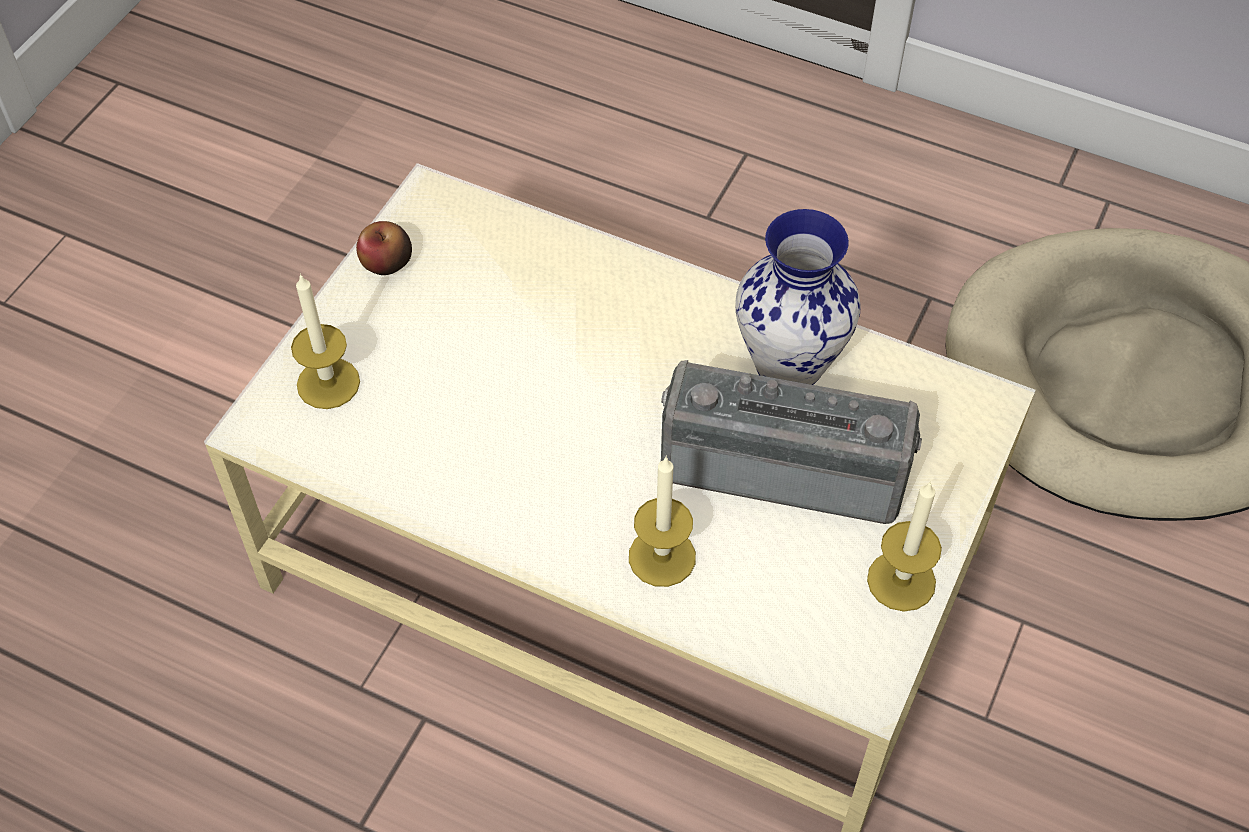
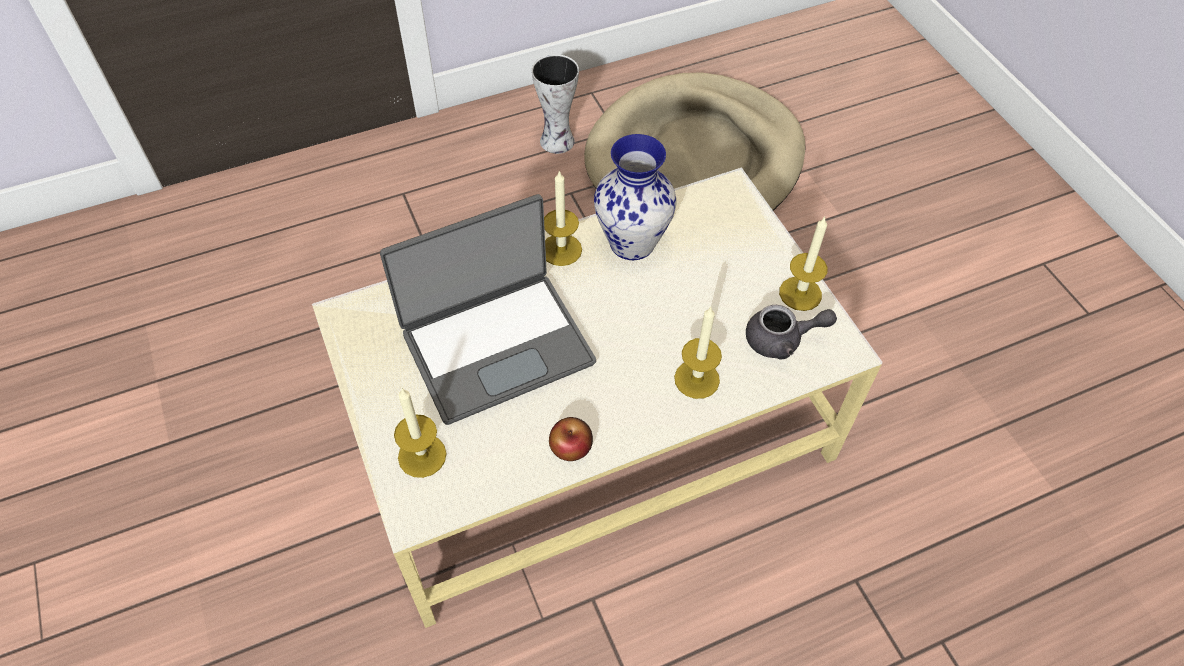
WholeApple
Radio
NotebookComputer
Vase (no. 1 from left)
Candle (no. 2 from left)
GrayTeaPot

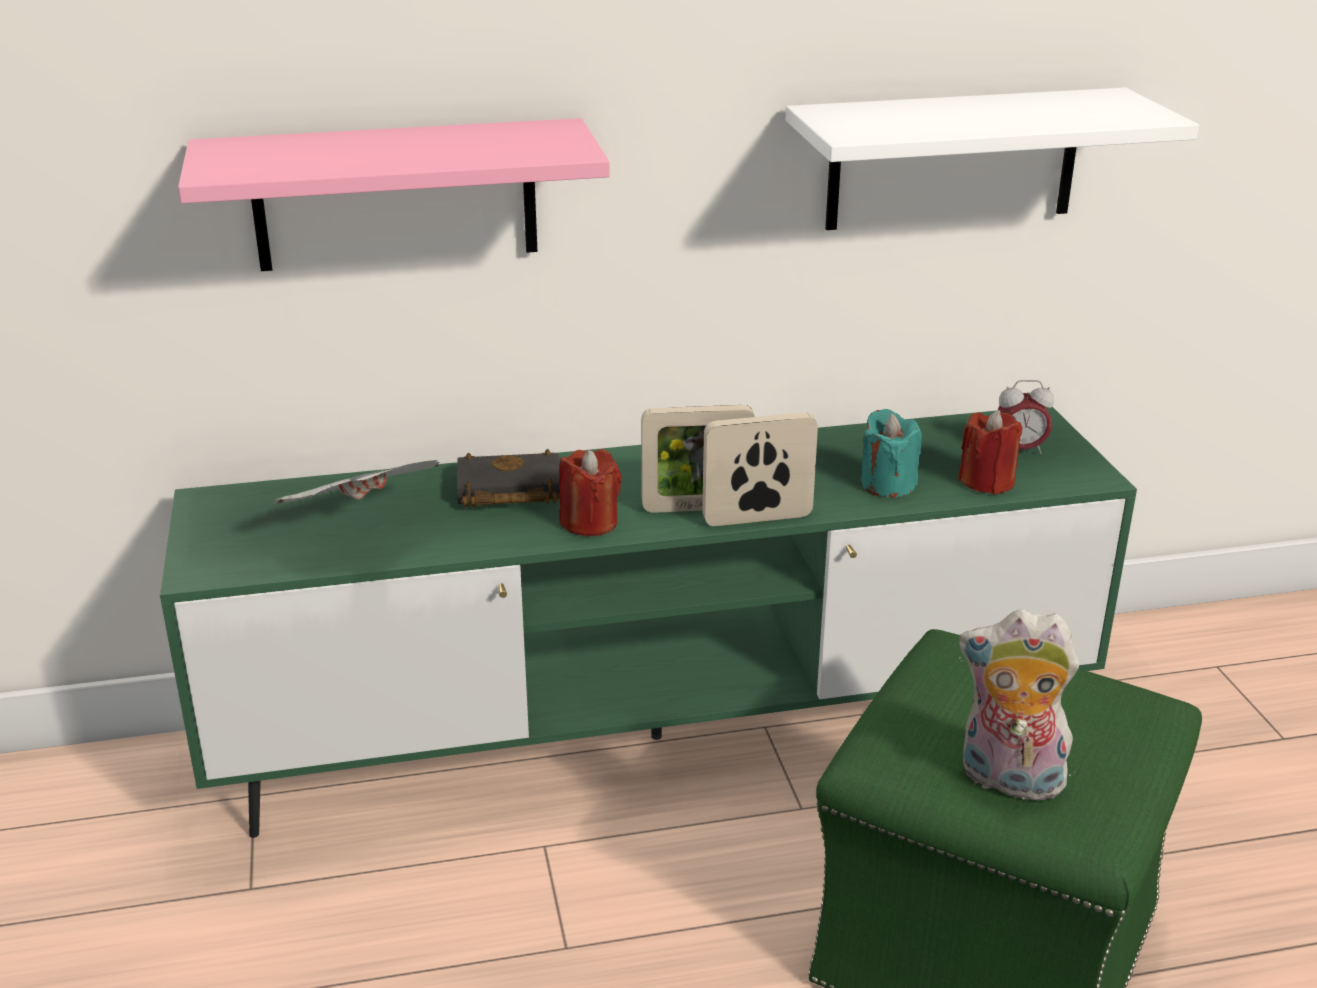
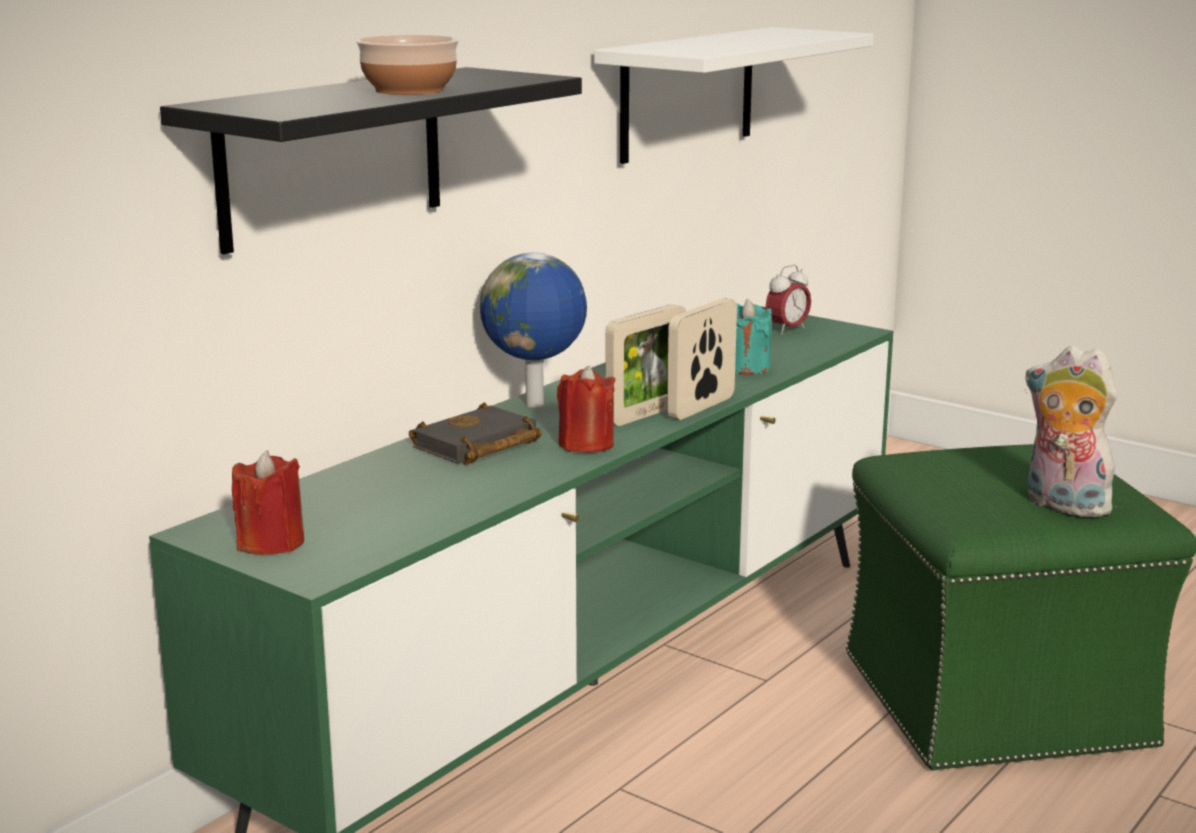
BlackishShelf
Newspaper
ReddishCandle (no. 1 from left)
PlushToy
Bowl
Globe

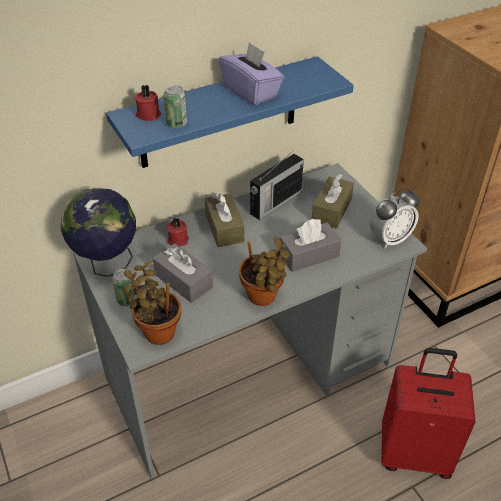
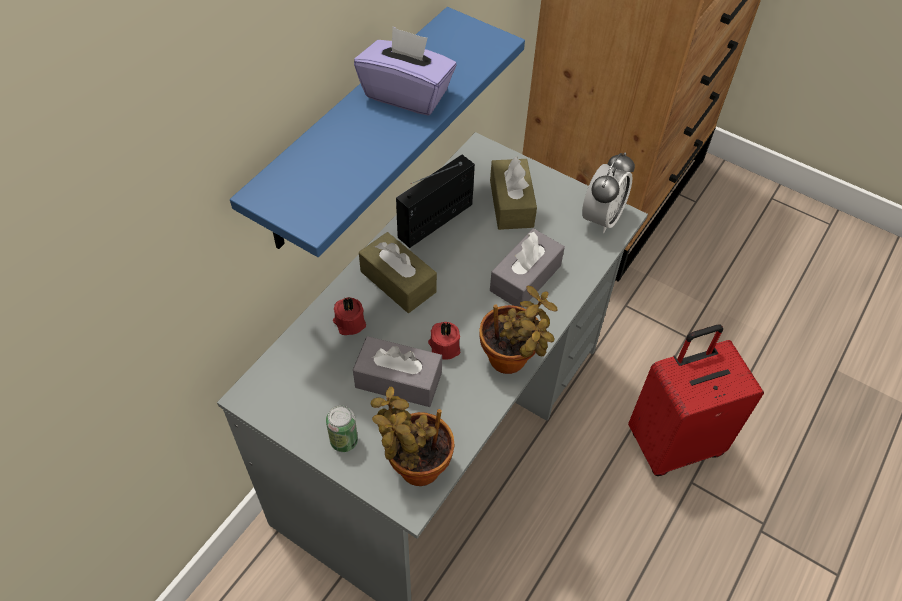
Globe
ReddishCandle (no. 2 from left)
MetalCan (no. 2 from left in the first image)
Radio

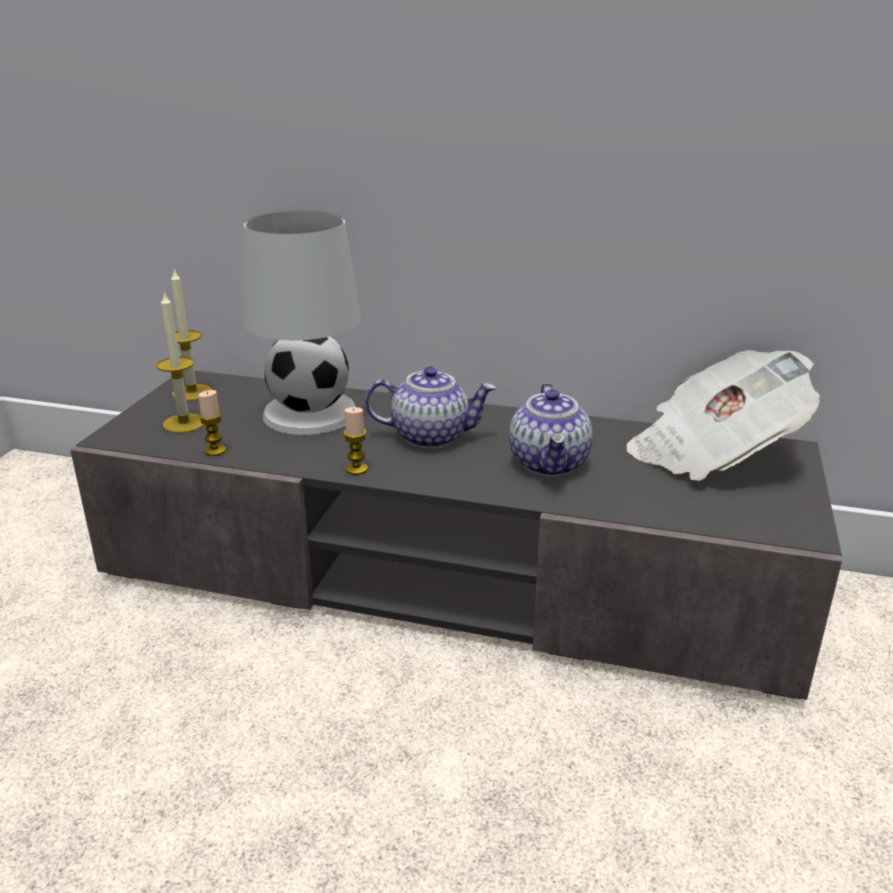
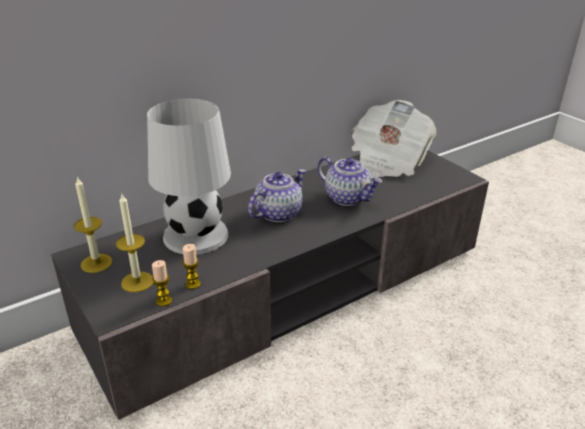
Candle (no. 3 from left)

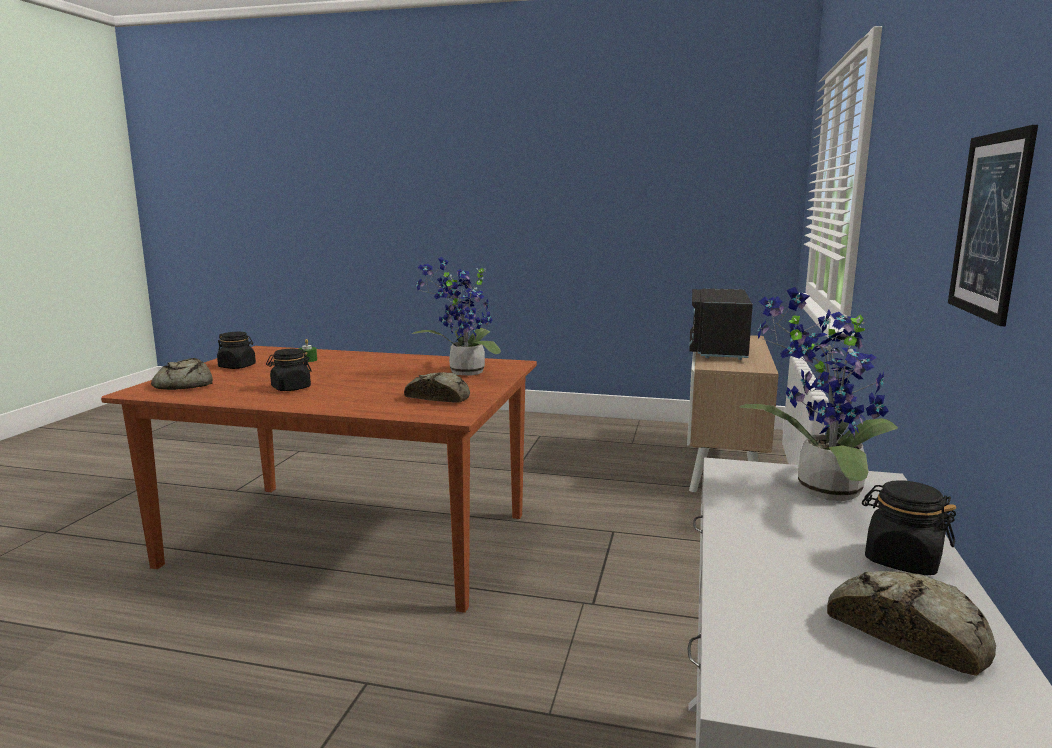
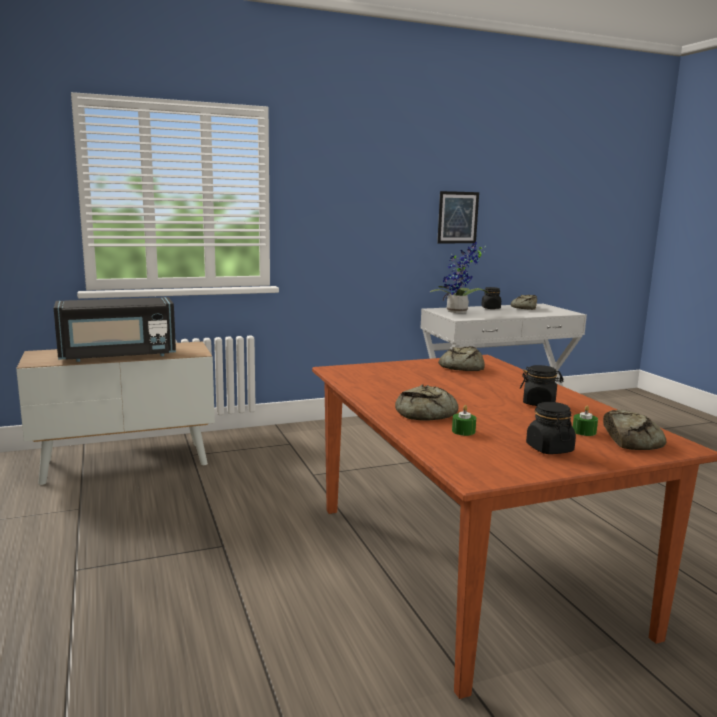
PottedPlant (no. 1 from left in the first image)
BakedBread (no. 1 from left)
GreenishCandle (no. 2 from left)

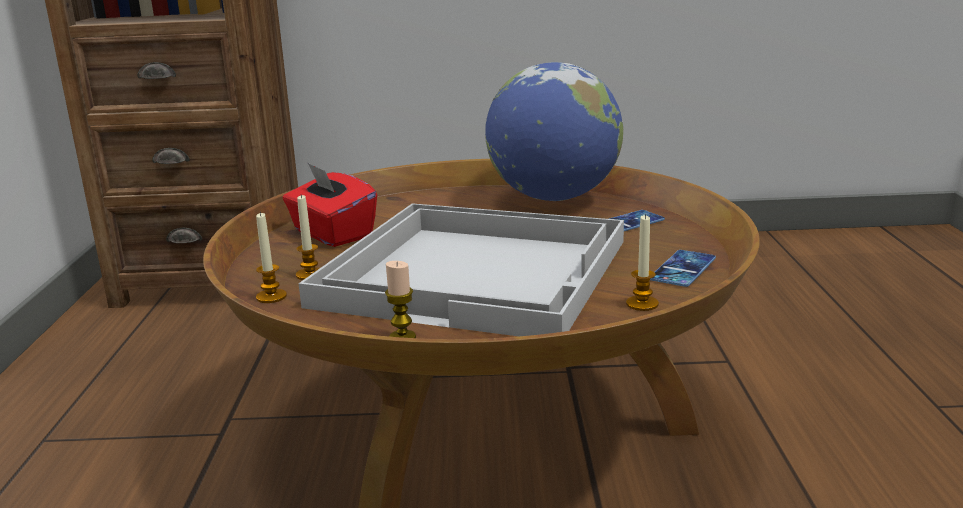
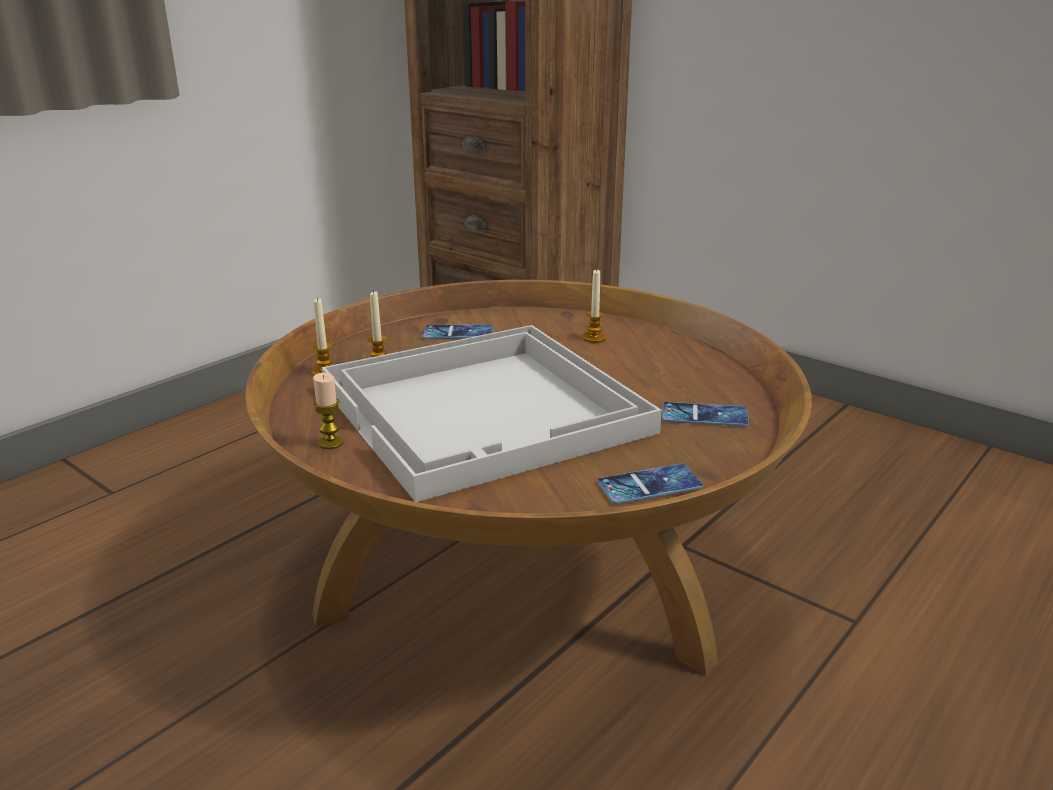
Telephone (no. 1 from left)
Globe
Candle (no. 4 from left)

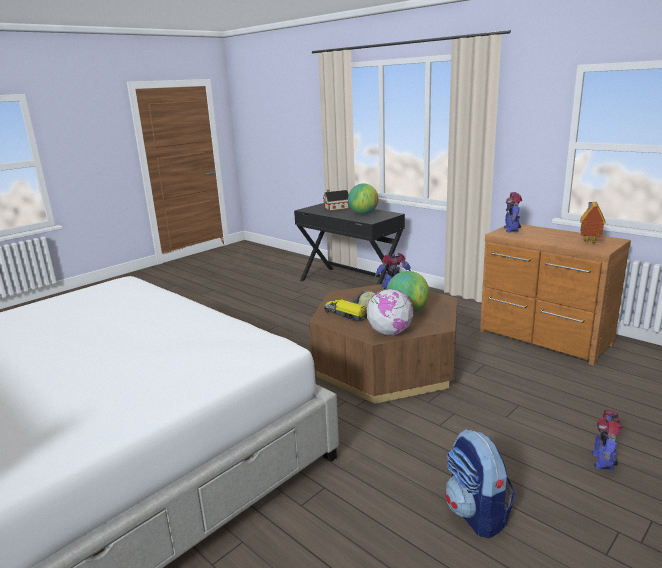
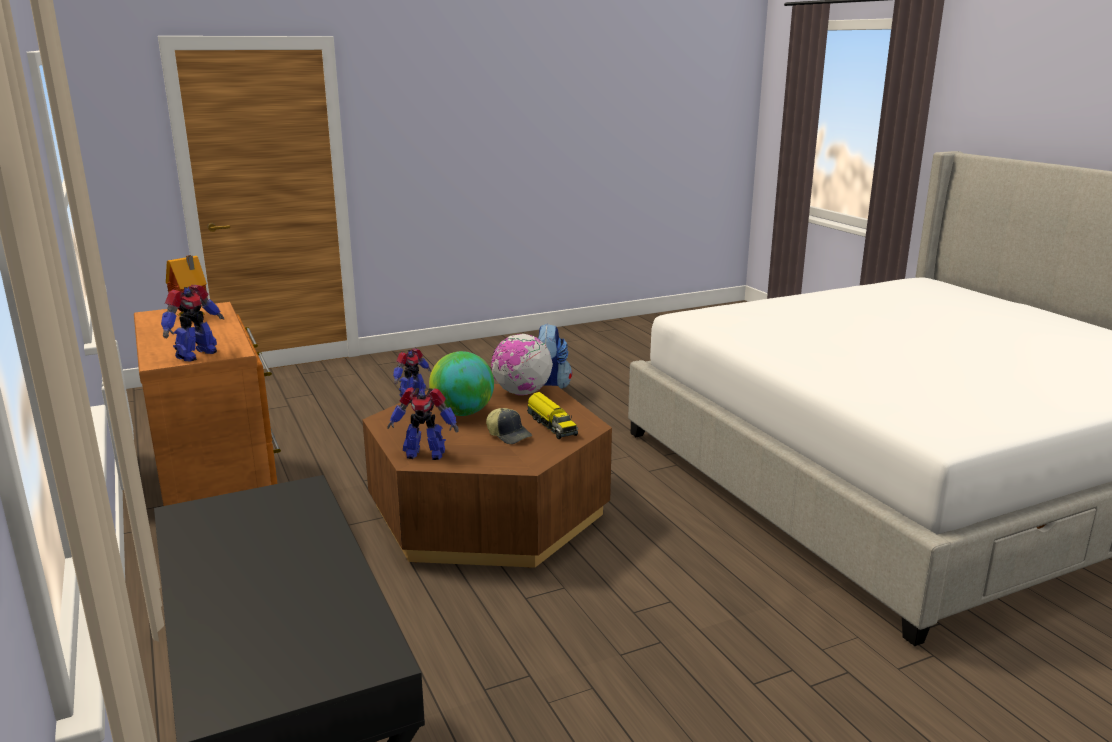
ModelHouse (no. 1 from left in the first image)
Globe (no. 1 from left in the first image)

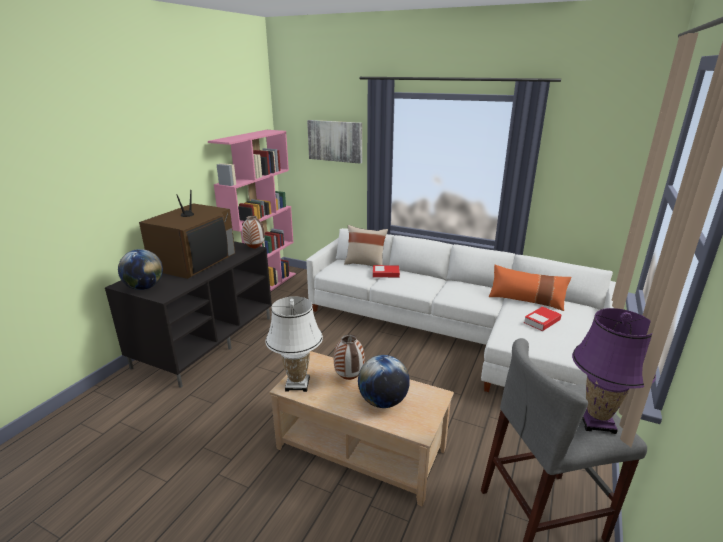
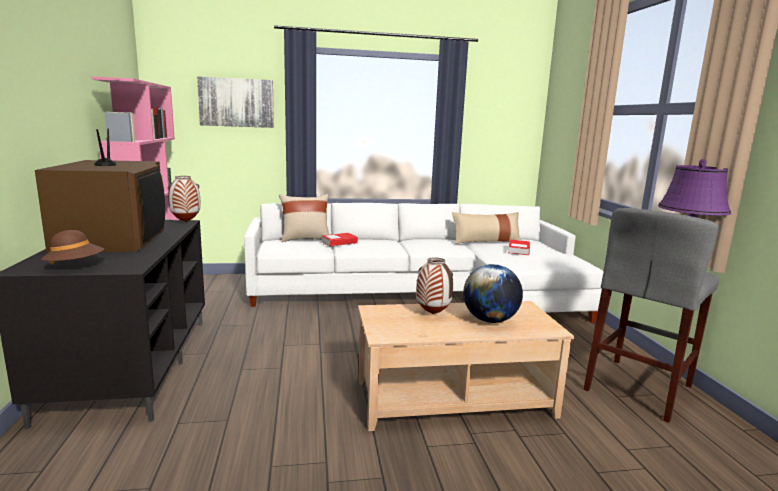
BrownWearableHat
WhitishLampForATable
BeigeThrowPillow (no. 2 from left)

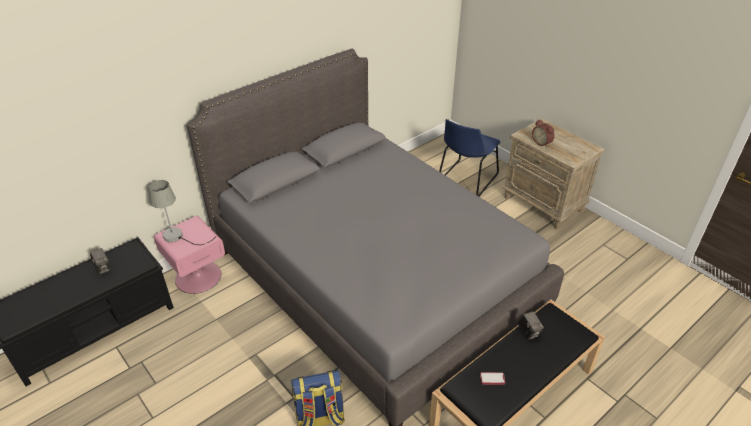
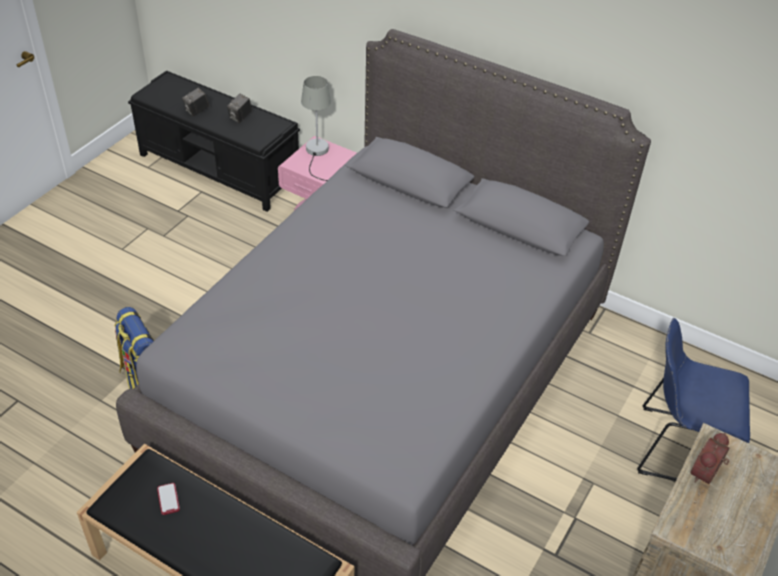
PhotoCamera (no. 1 from left)

